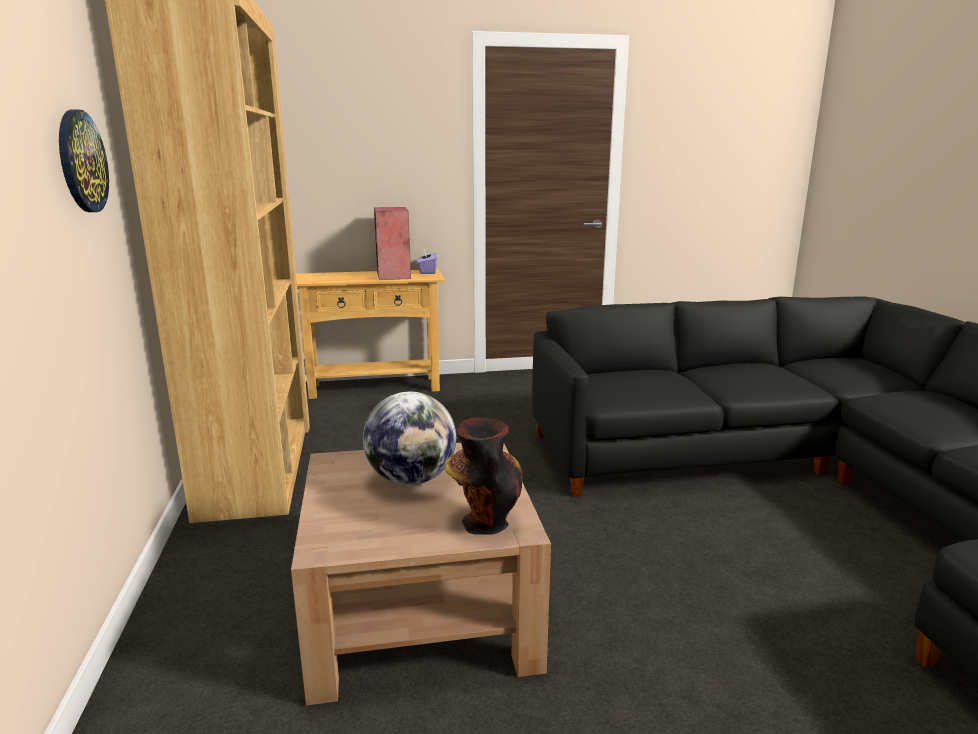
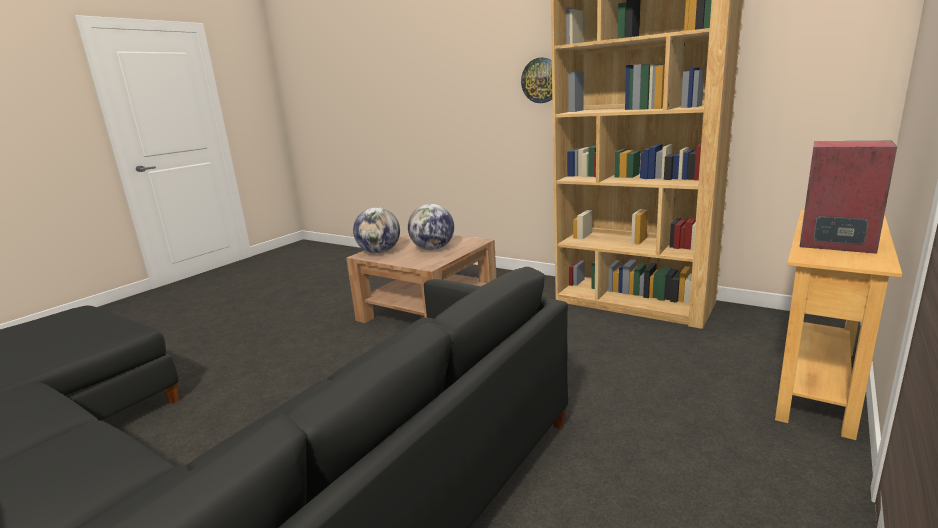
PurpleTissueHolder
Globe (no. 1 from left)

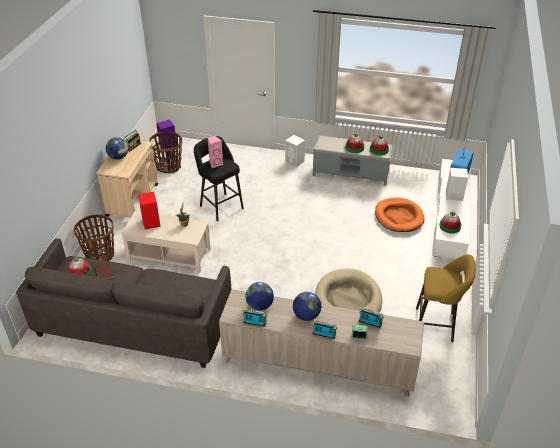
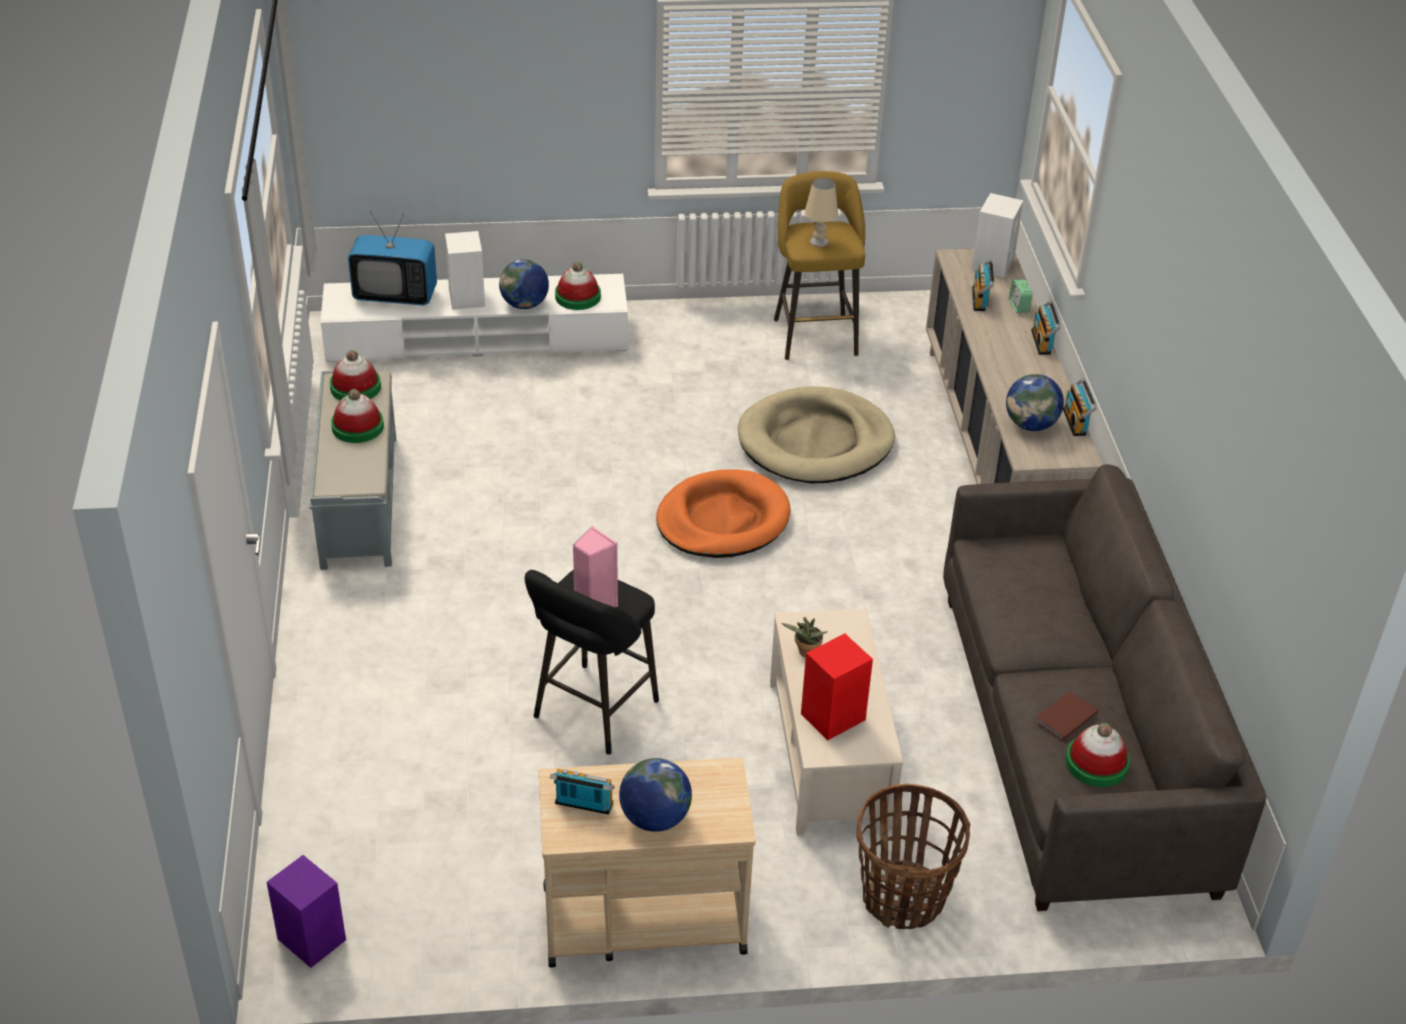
StorageBasket (no. 2 from left in the first image)
WhitishSpeaker (no. 2 from left)
Globe (no. 1 from left)
OrangeyDogCushion
BeigeLampForATable

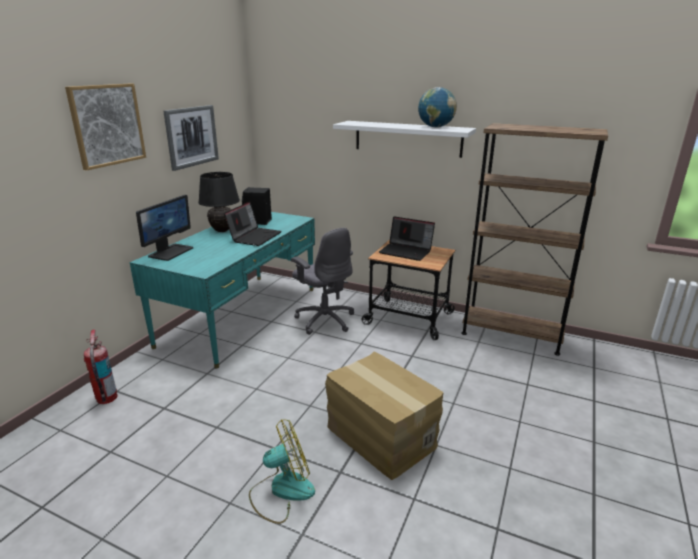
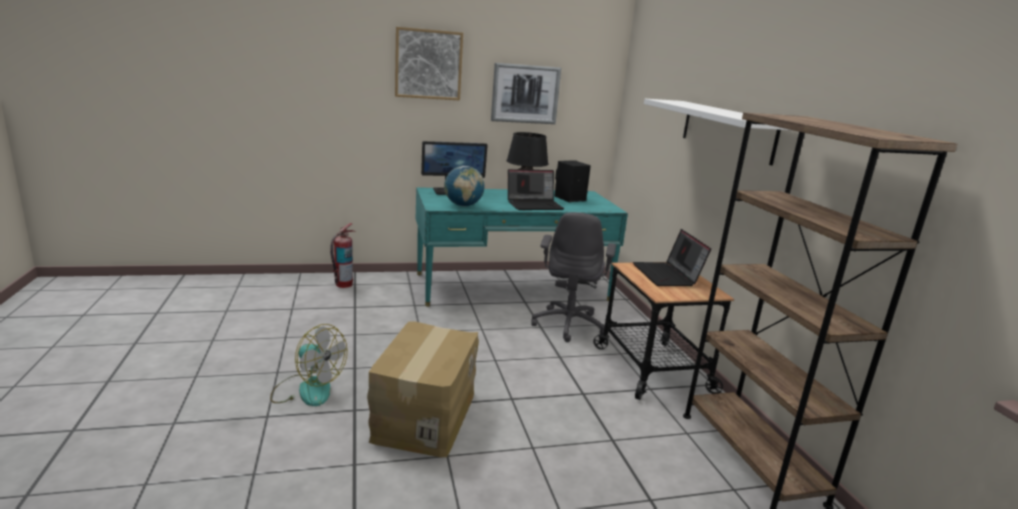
Globe

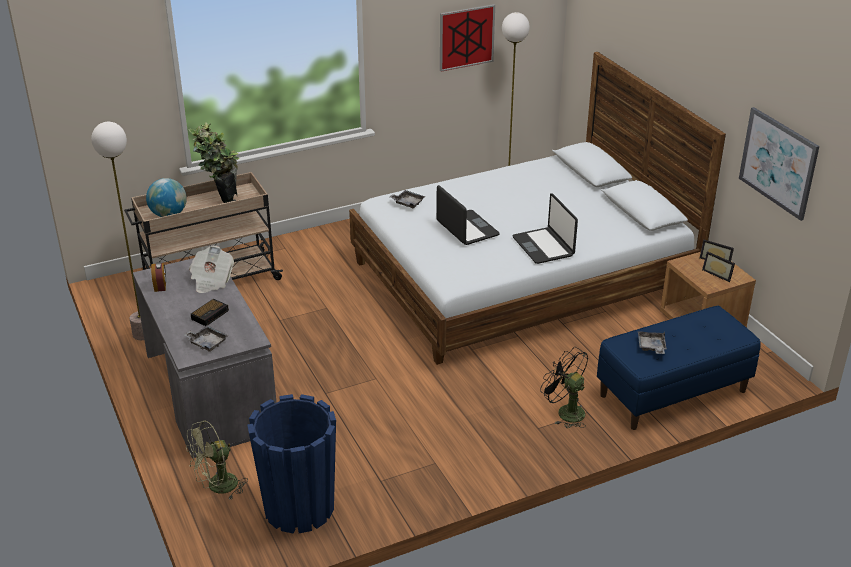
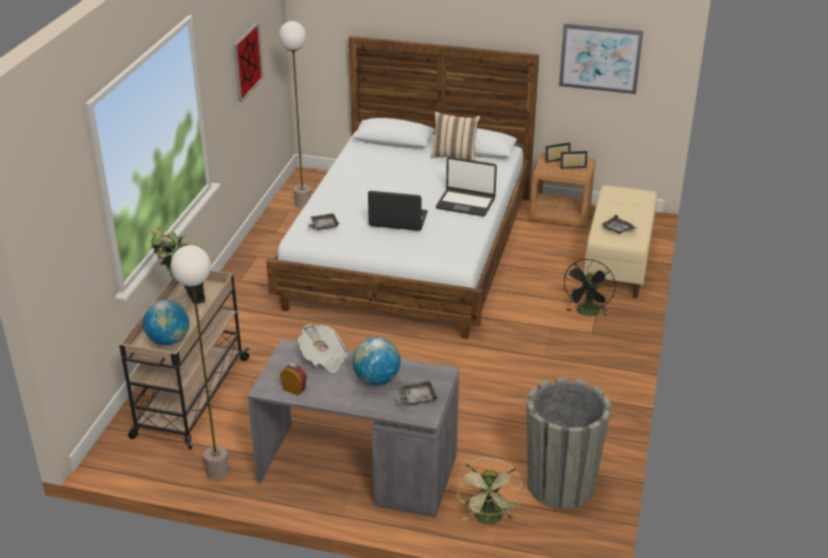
Globe (no. 2 from left)
GrayPlanter
BlackishFan
BeigeLongSeat
BeigeThrowPillow

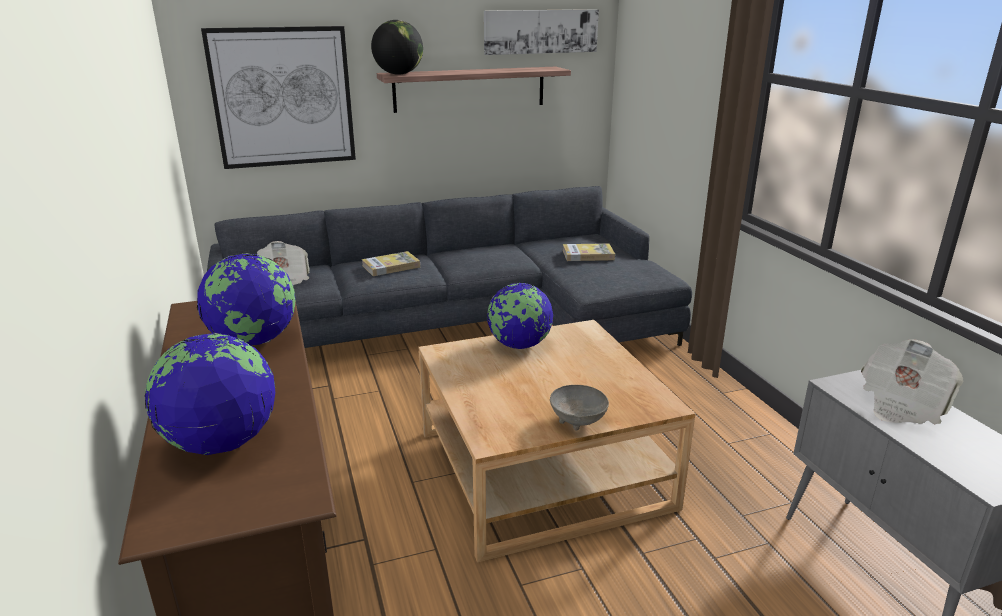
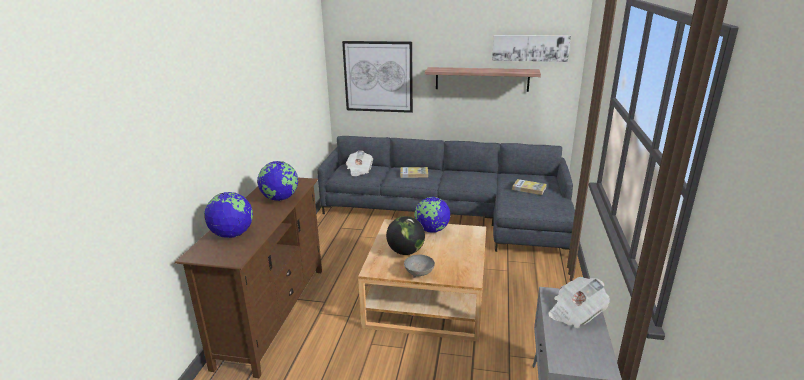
Globe (no. 3 from left)

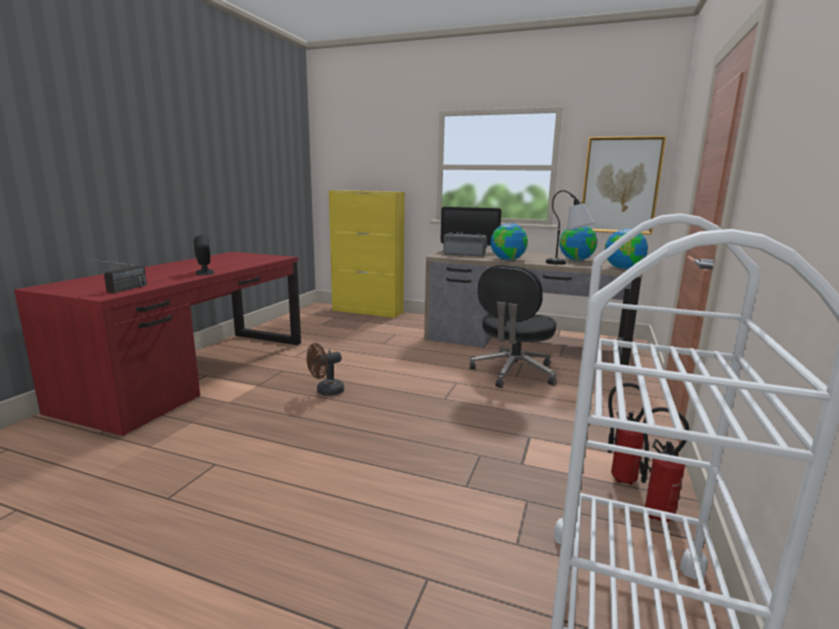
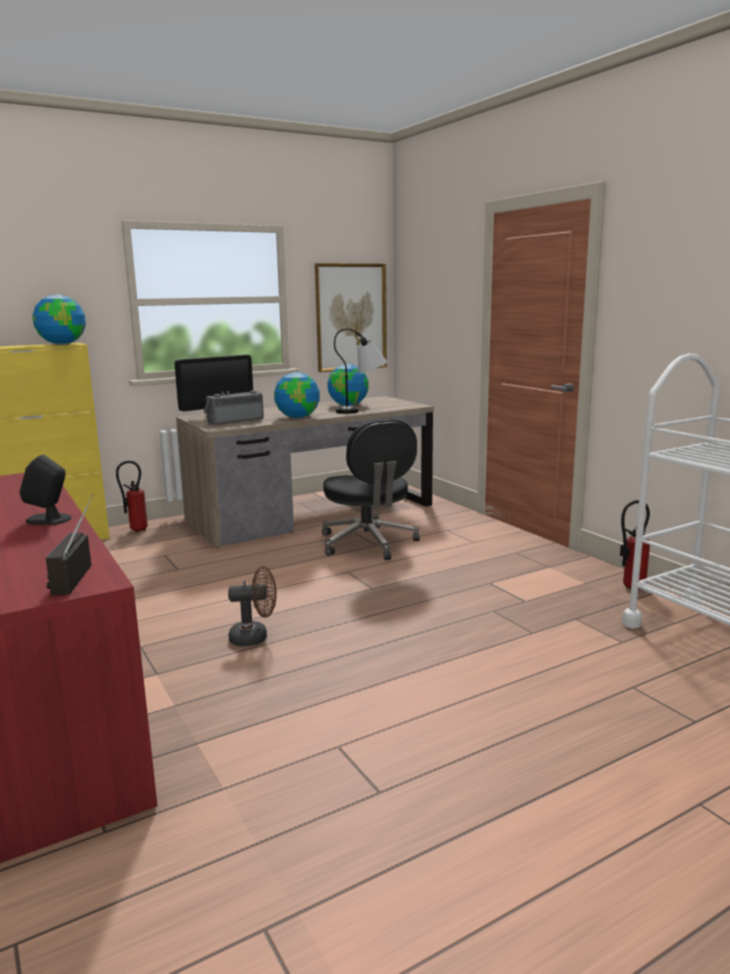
Radio (no. 1 from left)
BrownFan
Globe (no. 1 from left)
FireFightingCylinder (no. 1 from left)

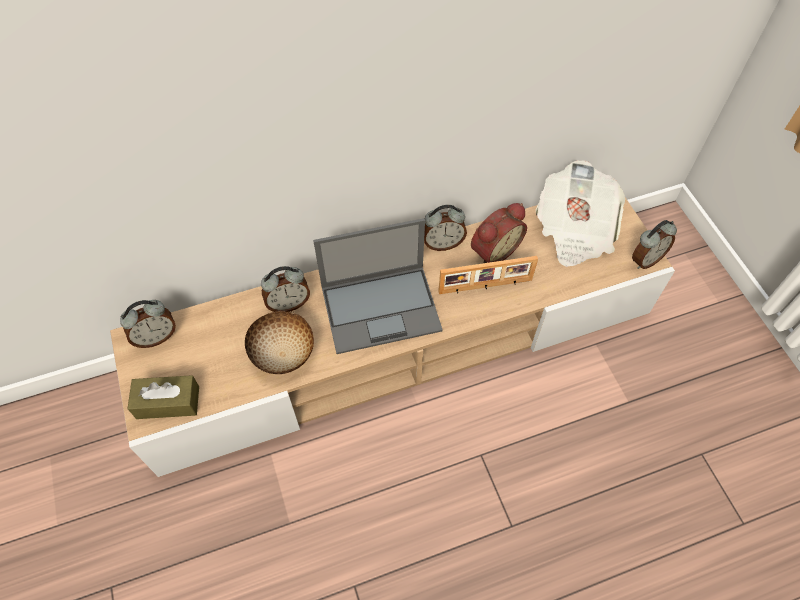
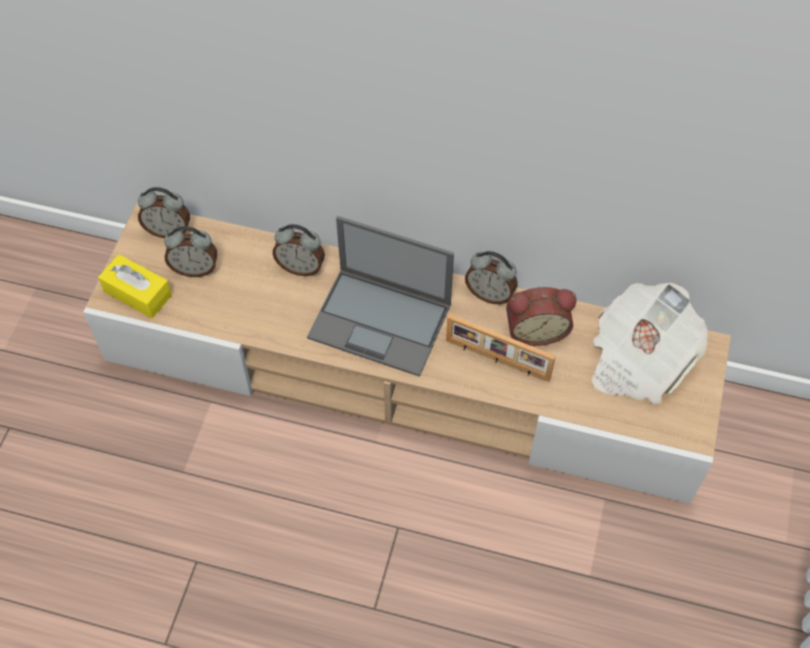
YellowishTissueHolder
Bowl
AlarmClock (no. 2 from left)

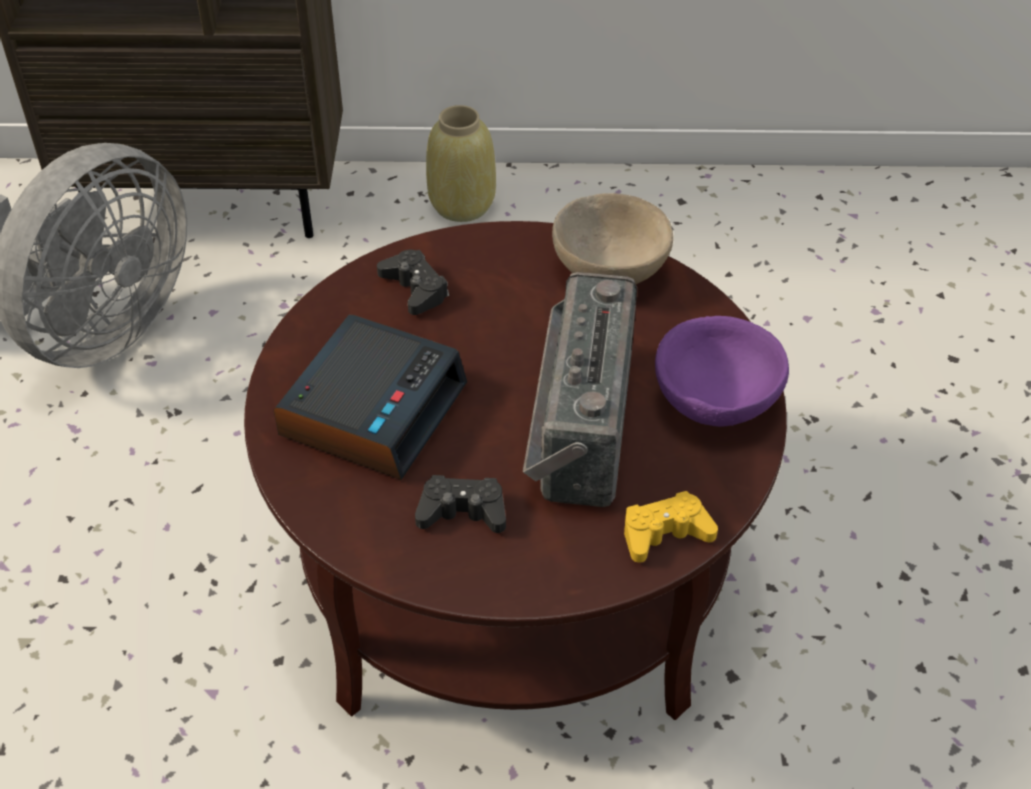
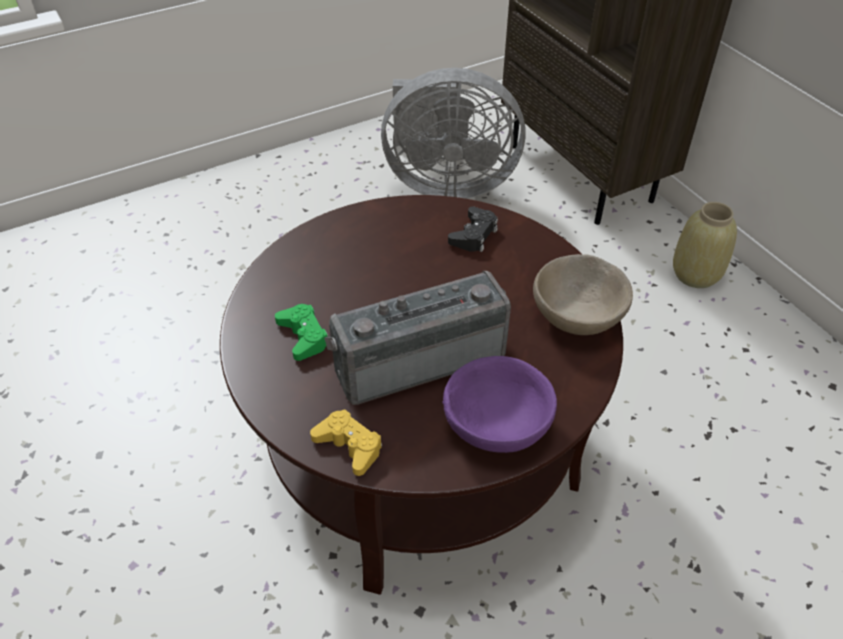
AlarmClock
GreenishGameController

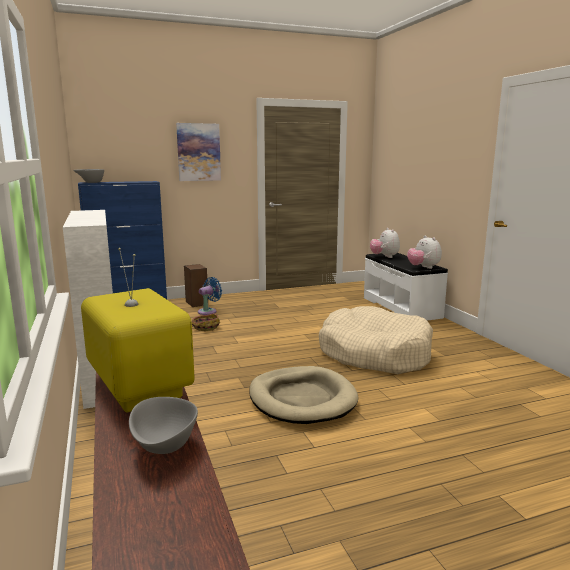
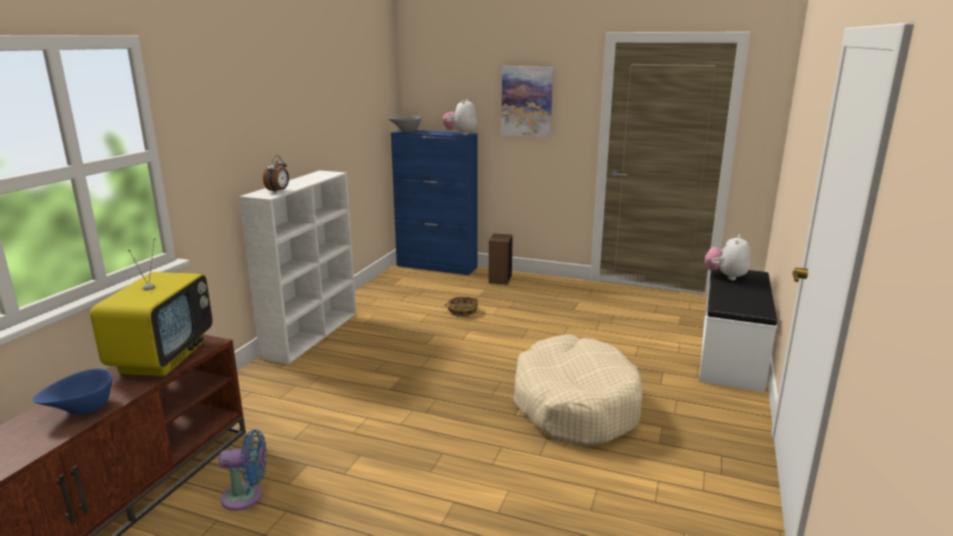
BluishBowl
BluishFan
BeigeDogCushion (no. 1 from left in the first image)
PlushToy (no. 1 from left)
AlarmClock

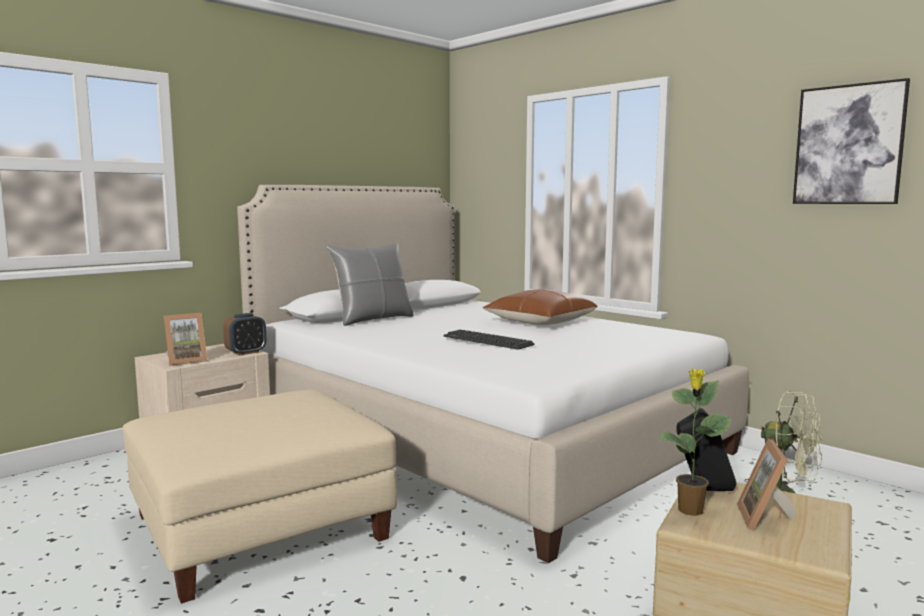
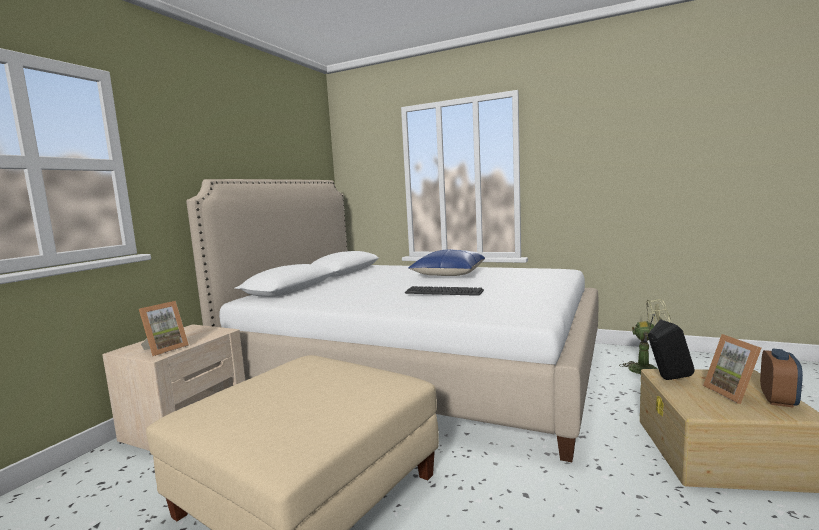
AlarmClock
GrayThrowPillow
BluishThrowPillow
PottedPlant
WallPicture

